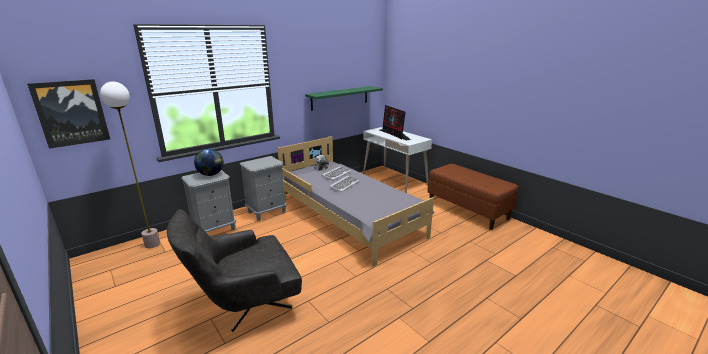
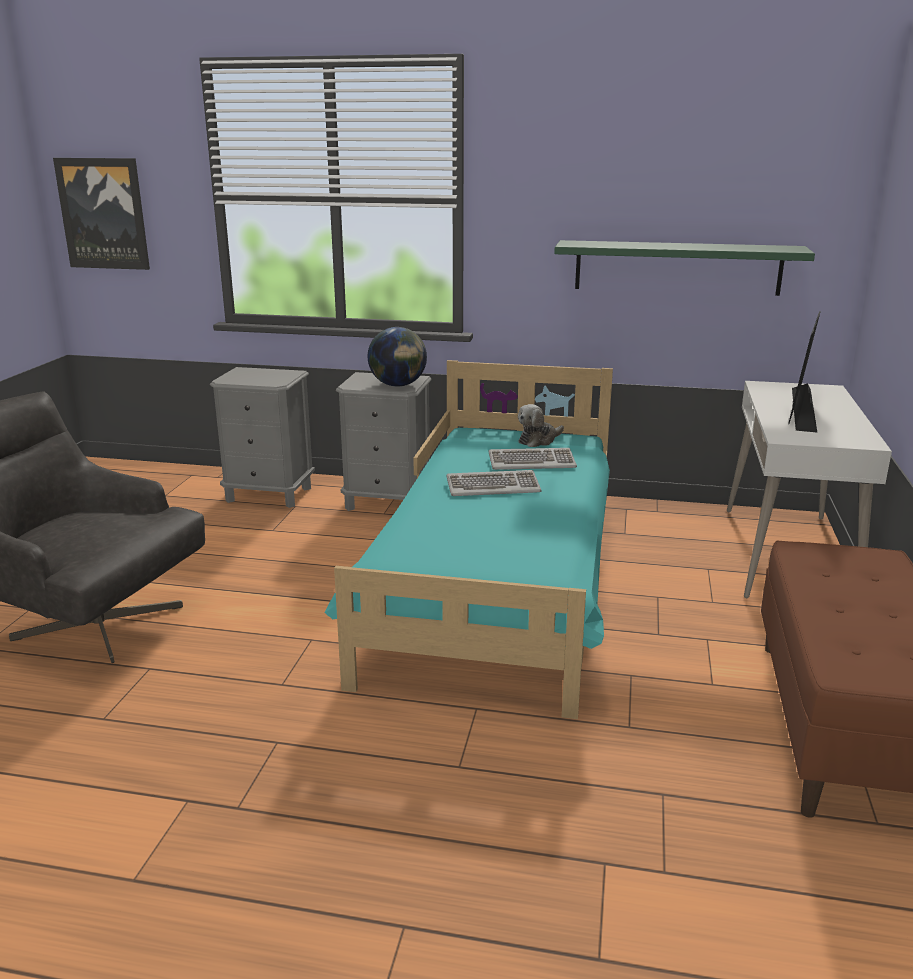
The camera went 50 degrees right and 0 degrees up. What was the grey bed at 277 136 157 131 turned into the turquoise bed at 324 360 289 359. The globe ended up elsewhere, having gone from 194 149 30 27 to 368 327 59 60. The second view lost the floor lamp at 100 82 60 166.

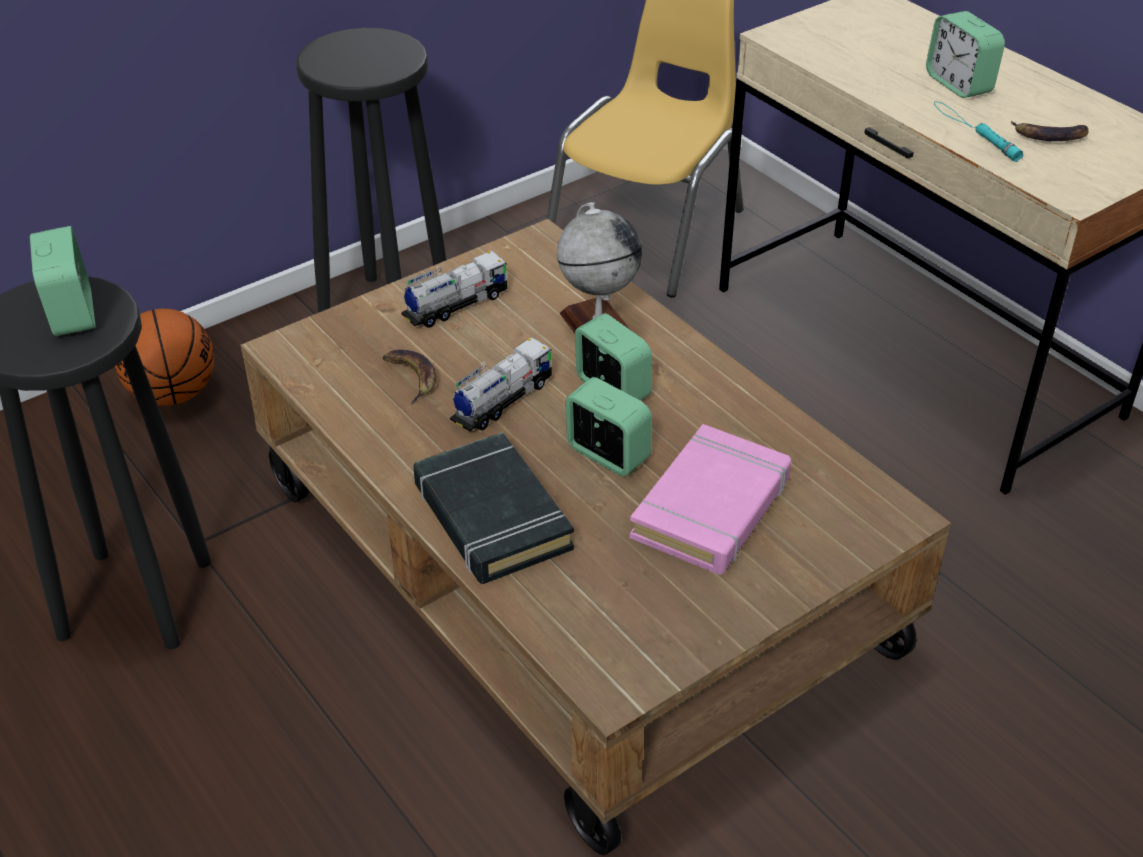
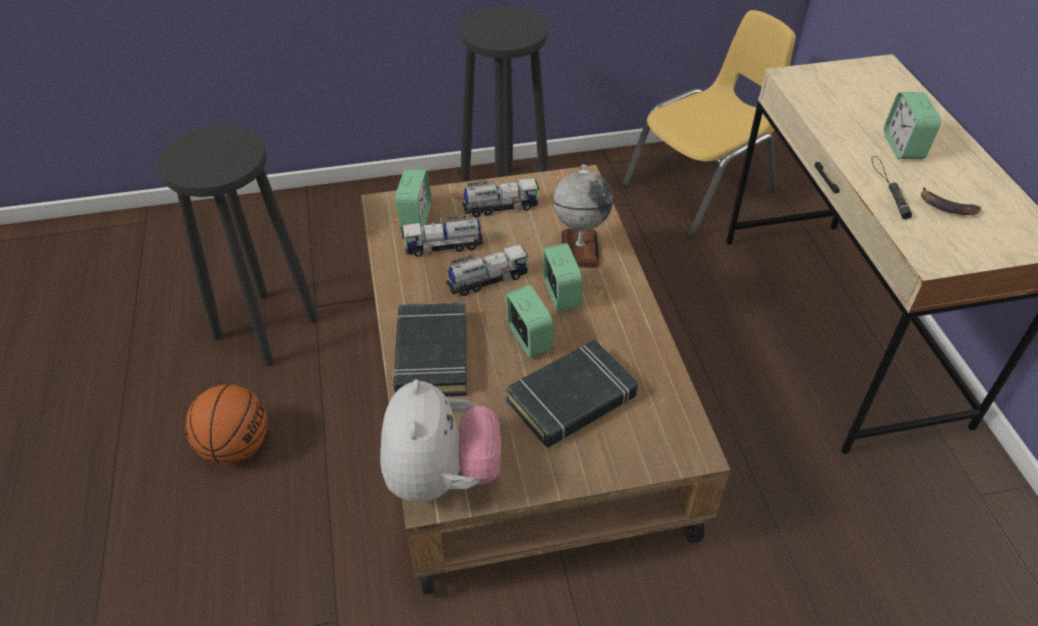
The camera went 25 degrees right and 5 degrees up. The basketball ended up elsewhere, having gone from 115 309 99 97 to 185 385 83 79. The second view gained the plush toy at 380 379 121 123. The alarm clock ended up elsewhere, having gone from 30 226 66 110 to 395 169 36 60. Where the banana stood at 382 350 54 54, the toy truck came to stand at 401 214 82 43. What was the pink book at 630 424 161 151 turned into the black book at 506 340 132 107. What was the turquoise flashlight at 934 101 89 61 turned into the black flashlight at 871 156 41 64.

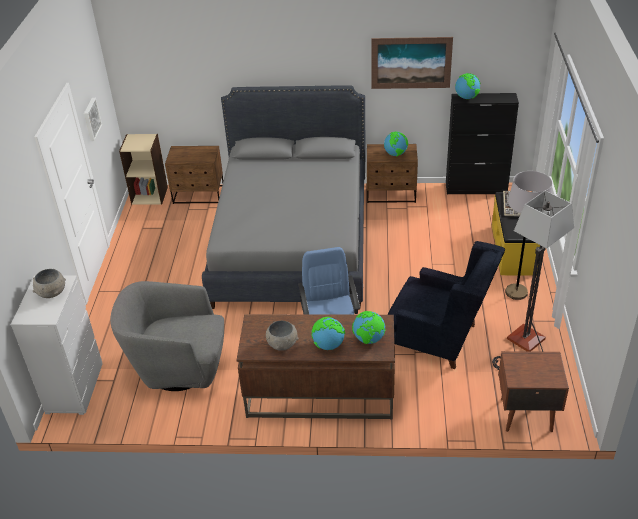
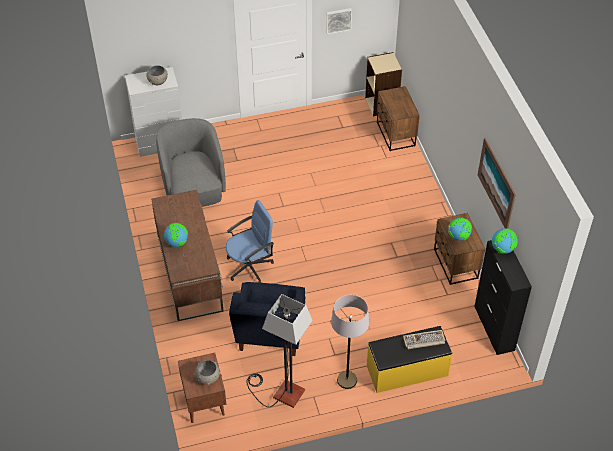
The camera went 70 degrees right and 10 degrees up. The grey bowl ended up elsewhere, having gone from 266 321 32 30 to 194 360 27 25. The second view lost the grey bed at 202 86 163 224. The second view lost the globe at 352 311 34 33.

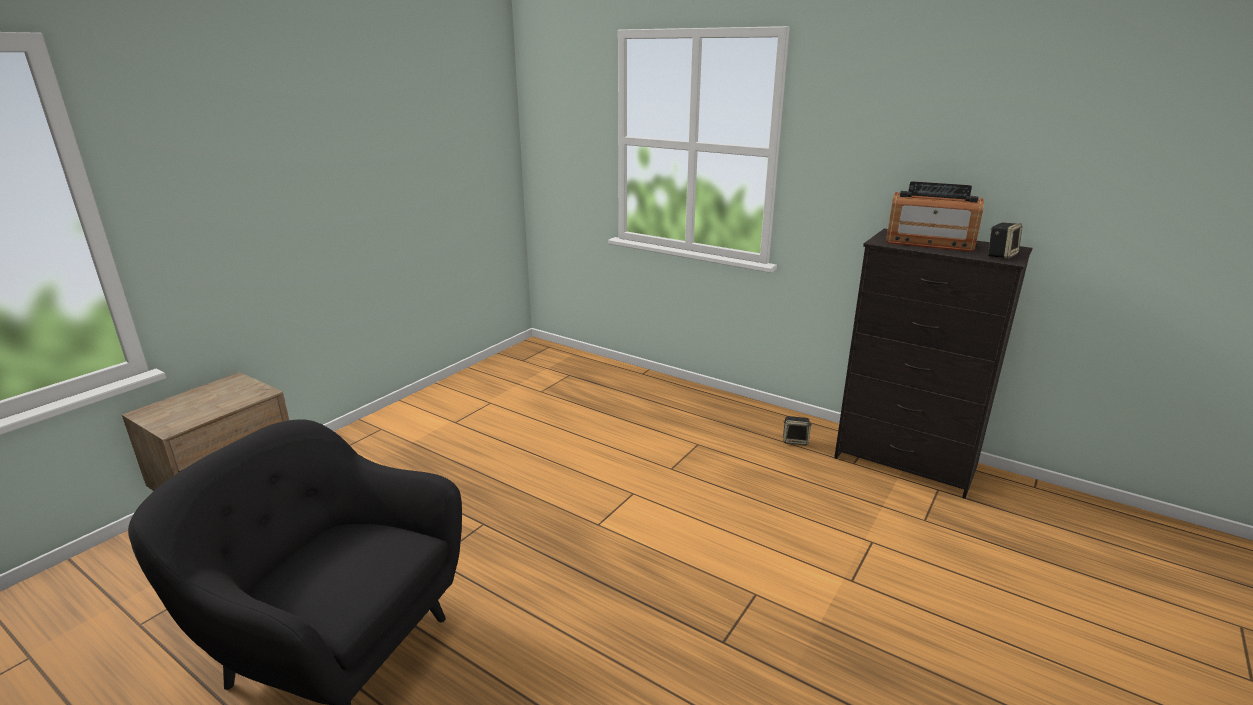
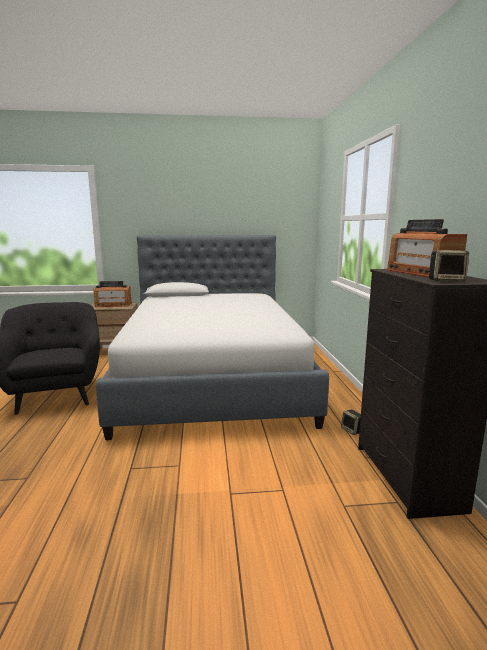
The camera went 50 degrees right and 10 degrees down. The second view gained the radio at 93 281 38 26. The second view gained the bed at 96 235 233 205.

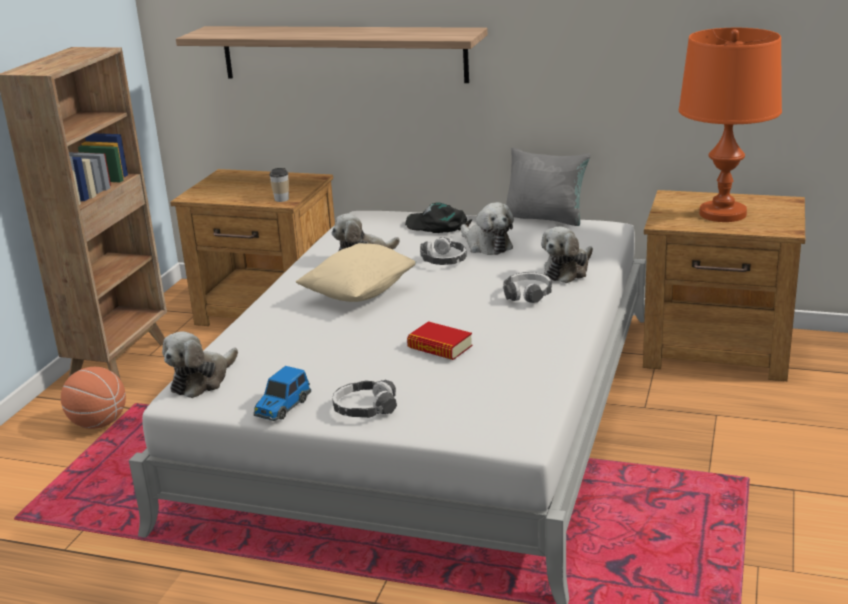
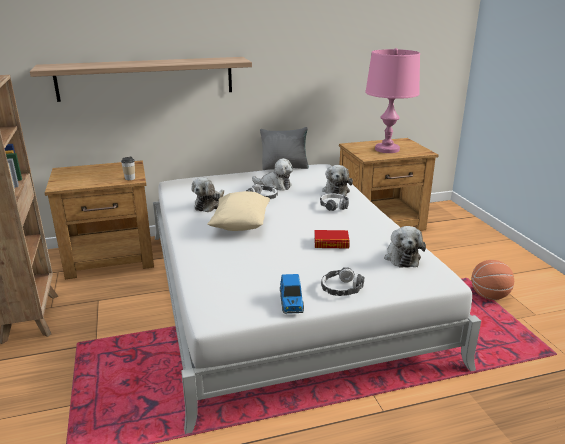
The camera went 35 degrees left and 0 degrees up. What was the orange table lamp at 679 28 103 194 turned into the pink table lamp at 365 48 55 105. The plush toy ended up elsewhere, having gone from 162 331 76 67 to 384 226 42 42. The basketball ended up elsewhere, having gone from 61 367 65 62 to 471 260 43 40. The second view lost the black cap at 405 202 67 31.

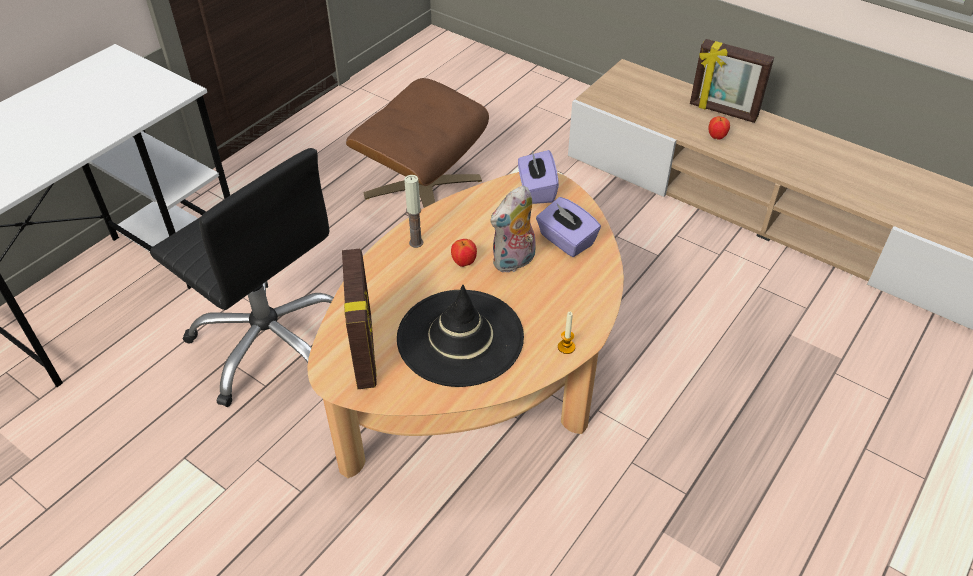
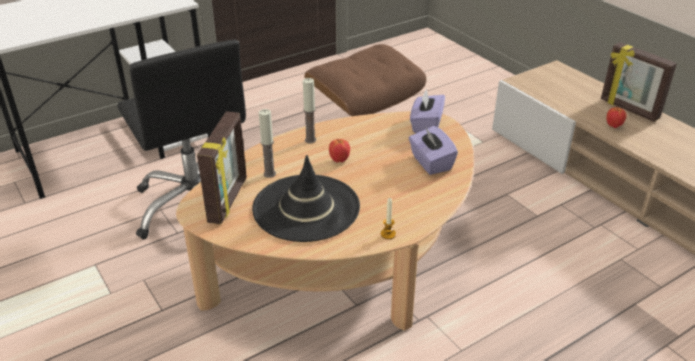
The camera went 20 degrees right and 10 degrees down. The second view gained the candle at 259 109 17 69. The second view lost the plush toy at 490 185 46 87.

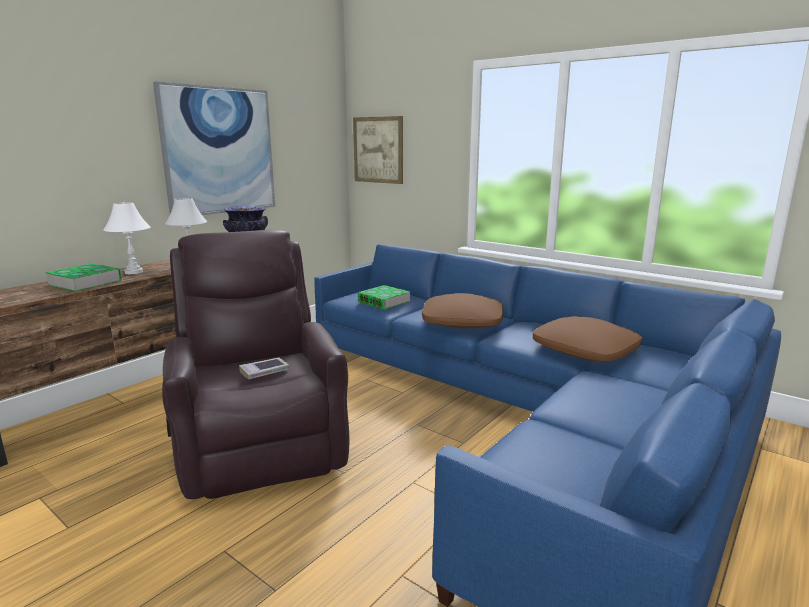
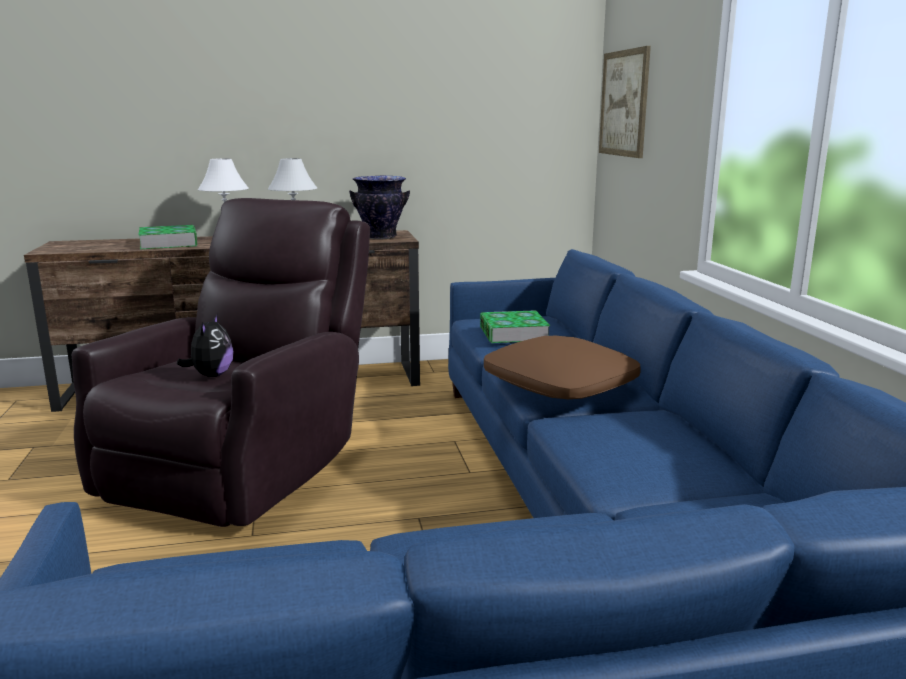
The camera went 40 degrees right and 0 degrees up. Where the book stood at 239 358 51 21, the plush toy came to stand at 177 313 57 64. The second view lost the picture at 153 81 122 134. The second view lost the brown pillow at 533 316 109 46.

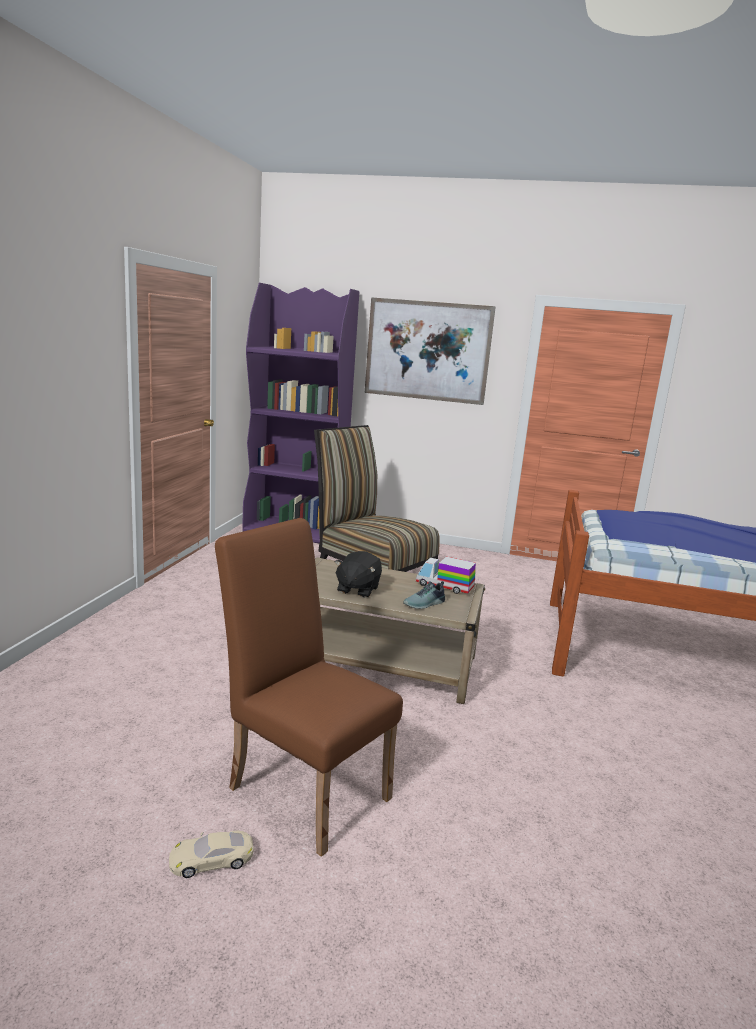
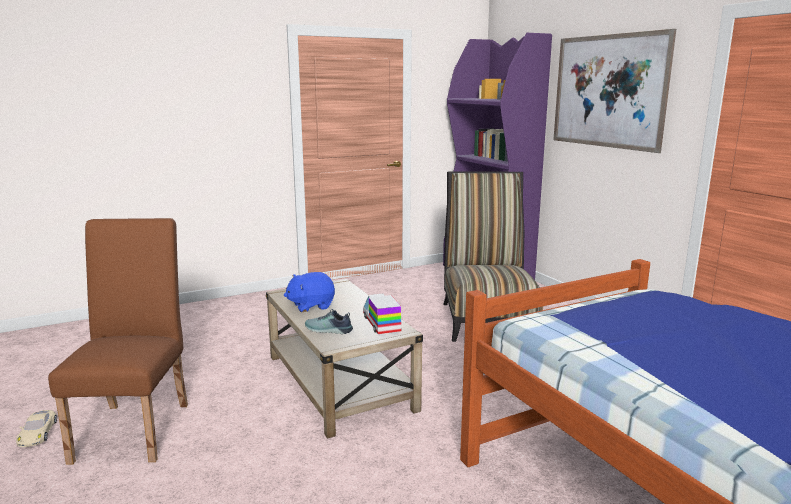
The camera went 50 degrees right and 0 degrees up. The beige toy car at 169 831 85 47 ended up facing another way, 135 degrees counterclockwise from before. What was the black plush toy at 335 551 47 47 turned into the blue plush toy at 284 272 51 40.

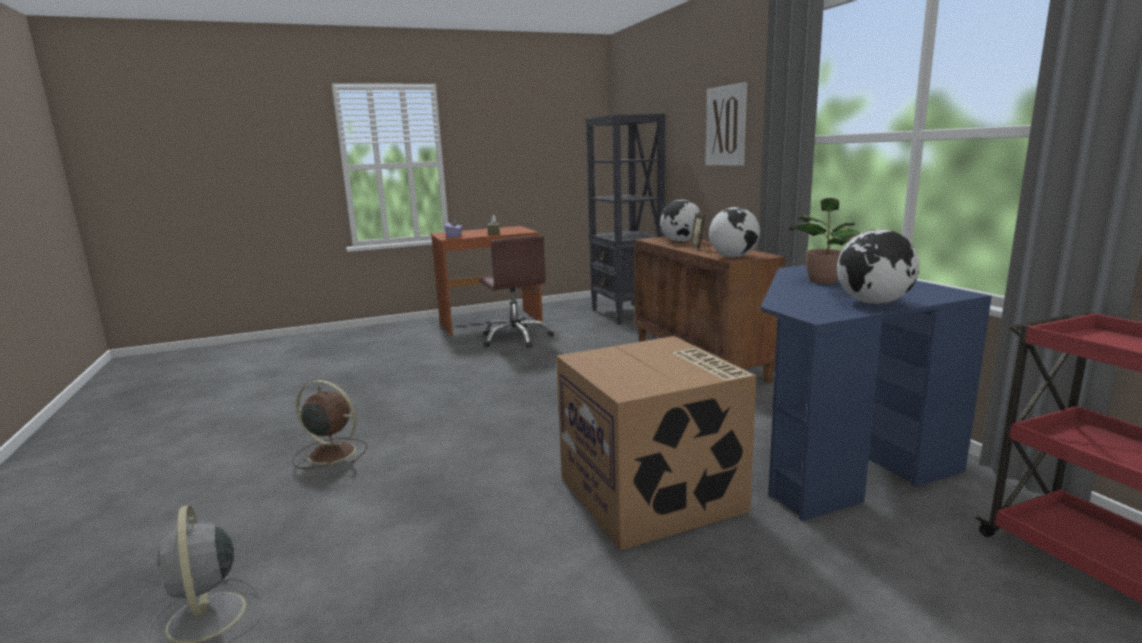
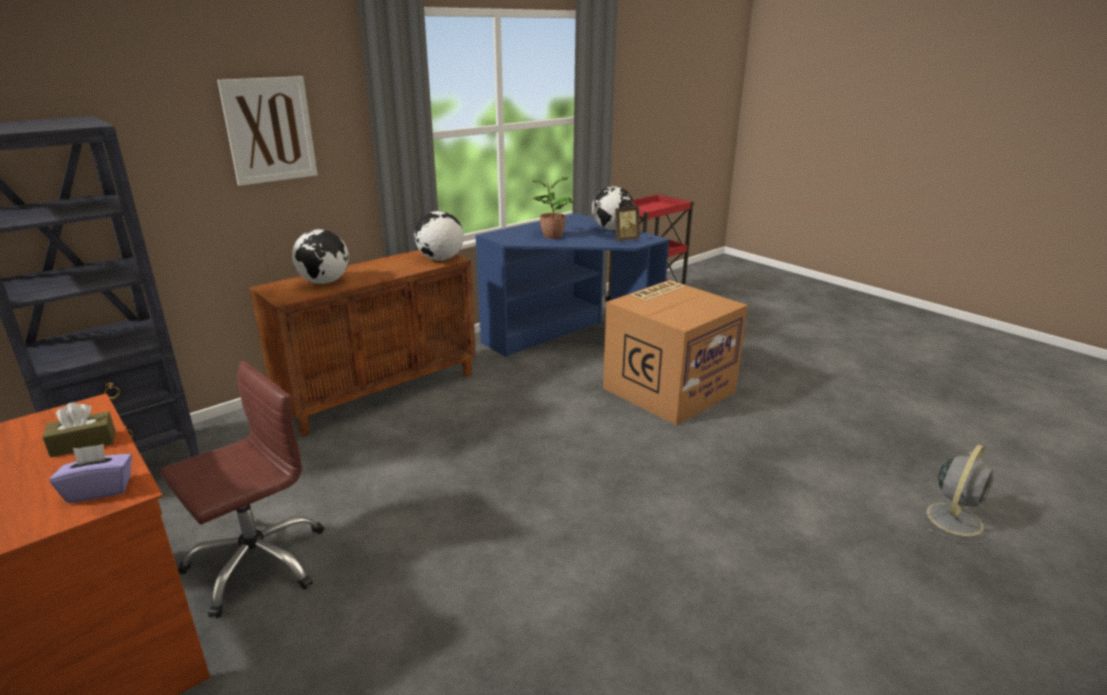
The camera went 110 degrees left and 10 degrees up. The picture frame ended up elsewhere, having gone from 690 211 20 38 to 613 203 27 39. The second view lost the brown fan at 292 380 76 89.

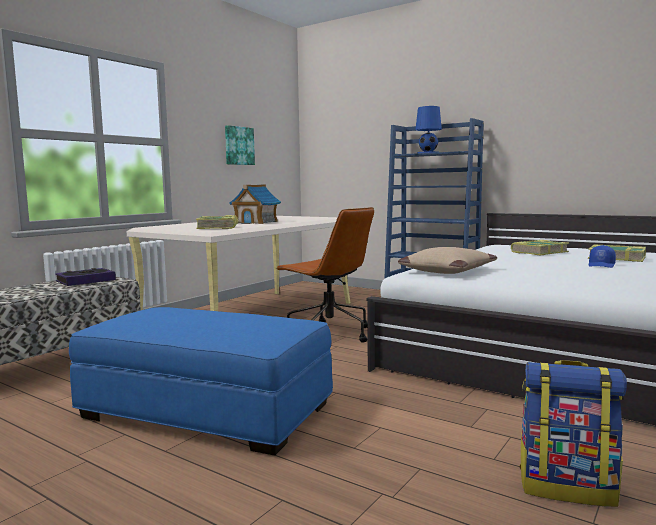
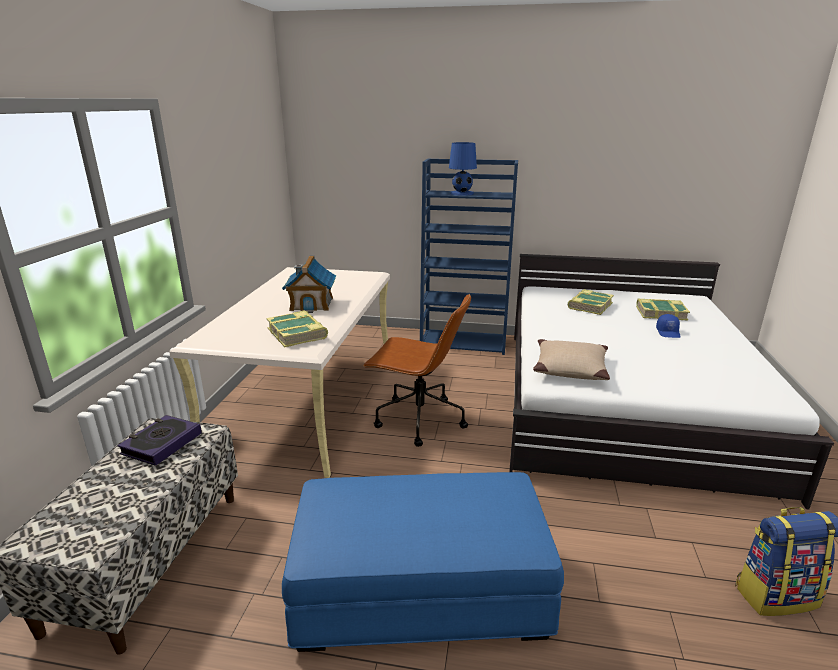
The camera went 25 degrees left and 15 degrees up. The second view lost the picture at 225 125 30 40.

